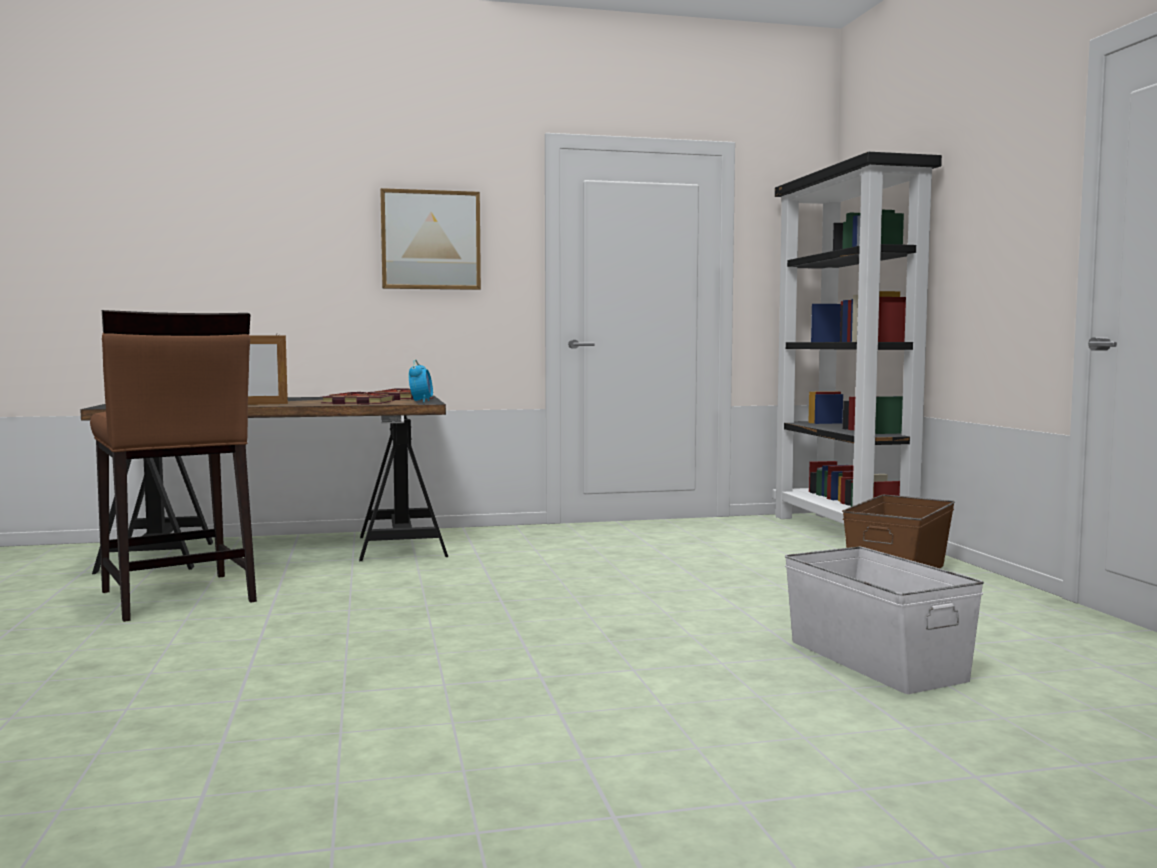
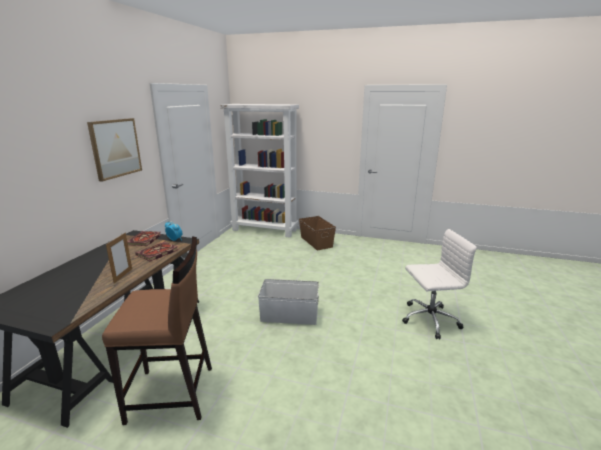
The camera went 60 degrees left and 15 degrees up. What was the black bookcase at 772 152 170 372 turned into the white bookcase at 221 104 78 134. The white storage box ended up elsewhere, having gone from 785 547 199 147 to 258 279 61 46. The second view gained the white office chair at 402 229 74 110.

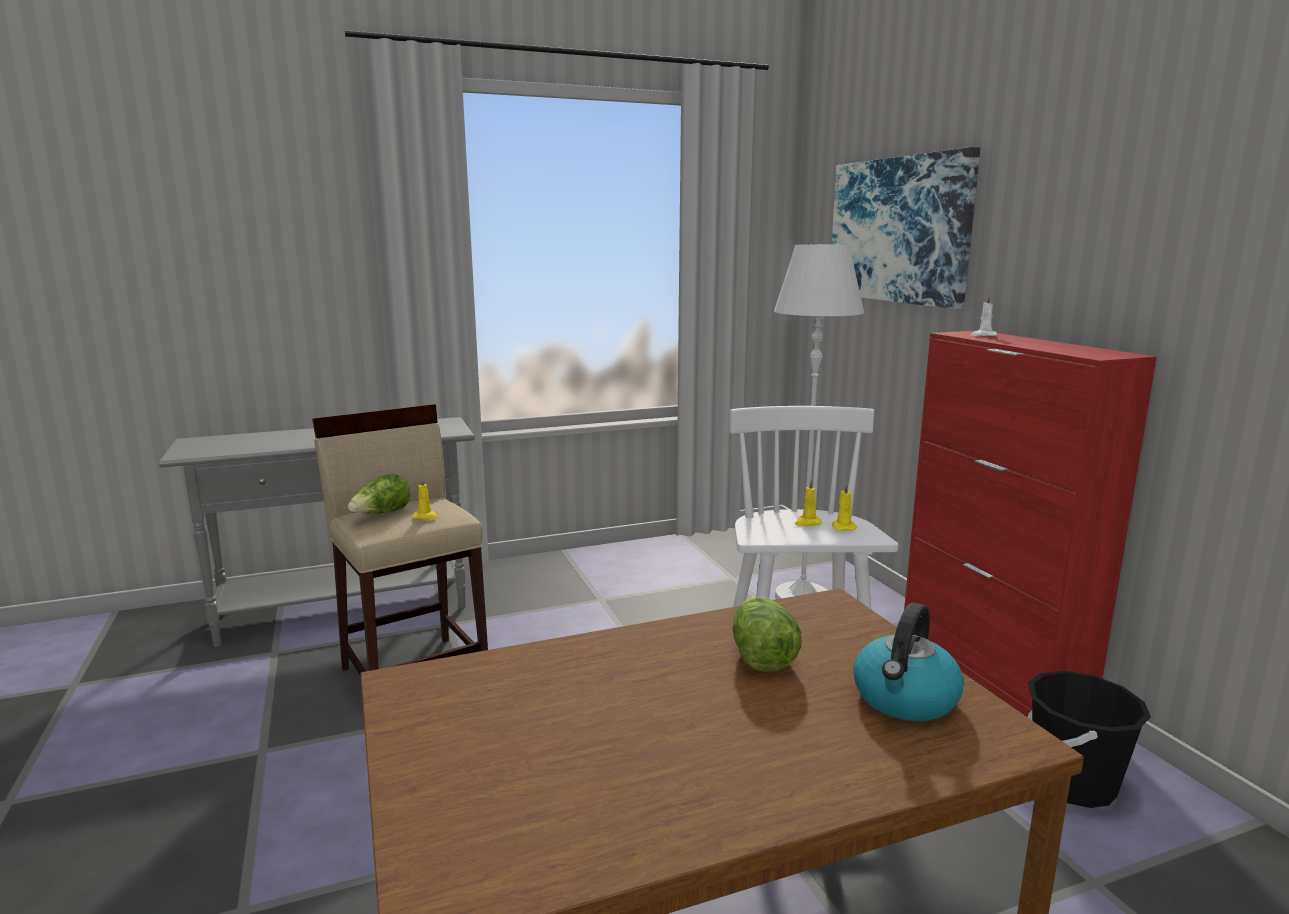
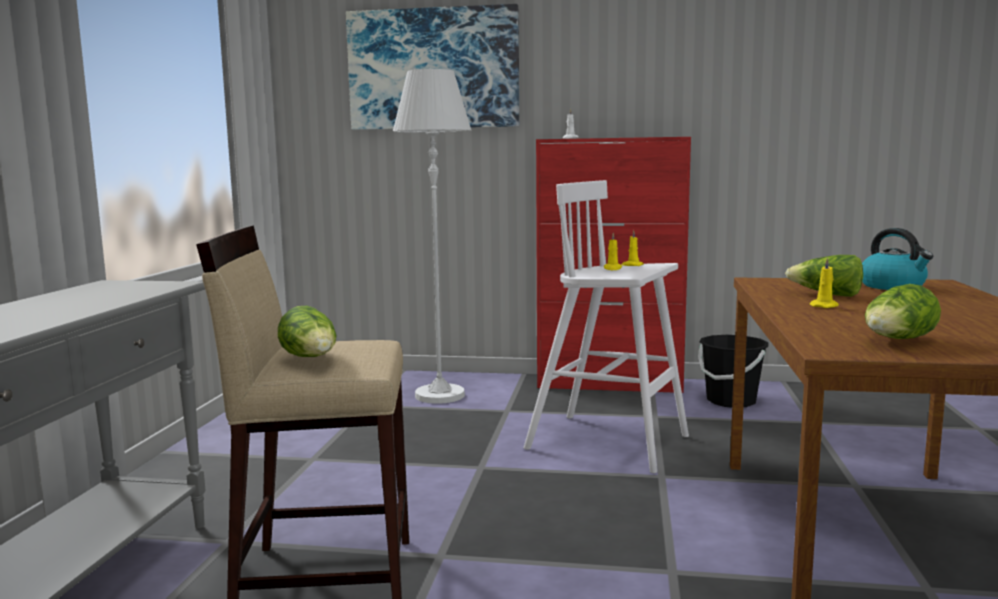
The camera went 60 degrees left and 5 degrees down. The yellow candle ended up elsewhere, having gone from 413 477 25 43 to 810 257 29 51. The second view gained the lettuce at 865 284 76 55.

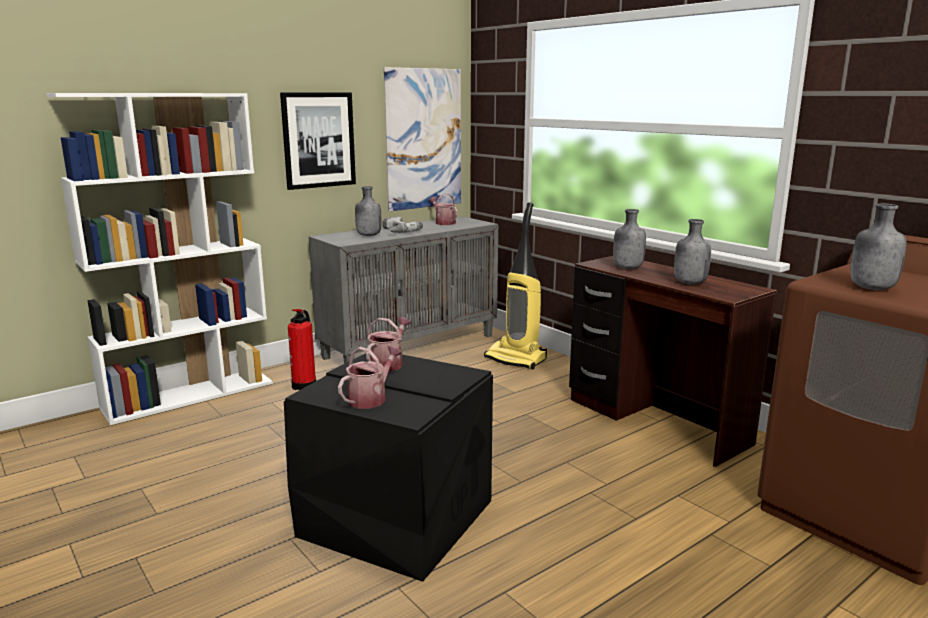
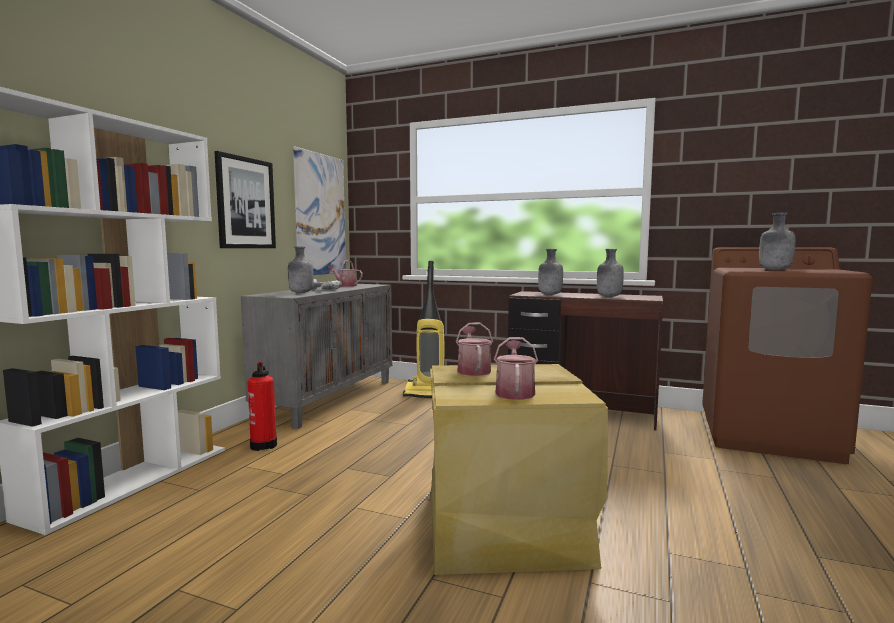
The camera went 30 degrees left and 10 degrees down. What was the black storage box at 284 353 209 229 turned into the beige storage box at 430 364 178 211.

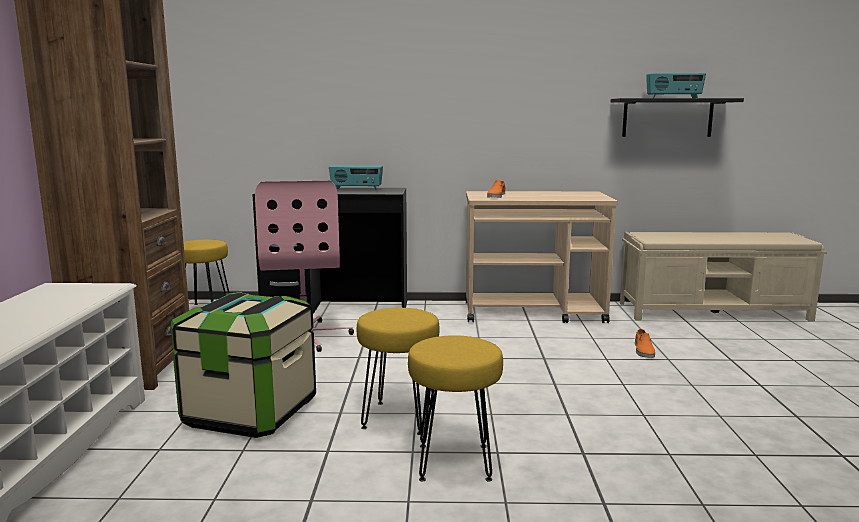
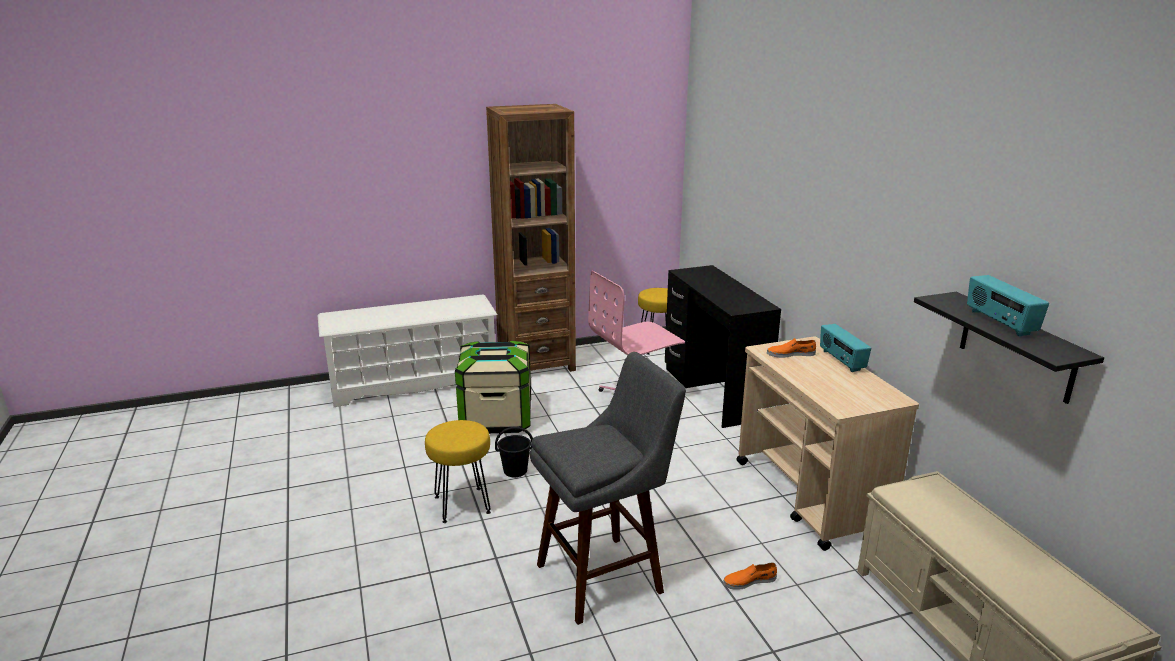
The camera went 70 degrees right and 10 degrees up. Where the yellow stool stood at 357 308 82 127, the black bucket came to stand at 495 427 38 50. The second view gained the grey stool at 530 352 156 273. The radio ended up elsewhere, having gone from 329 165 54 25 to 820 324 51 48.

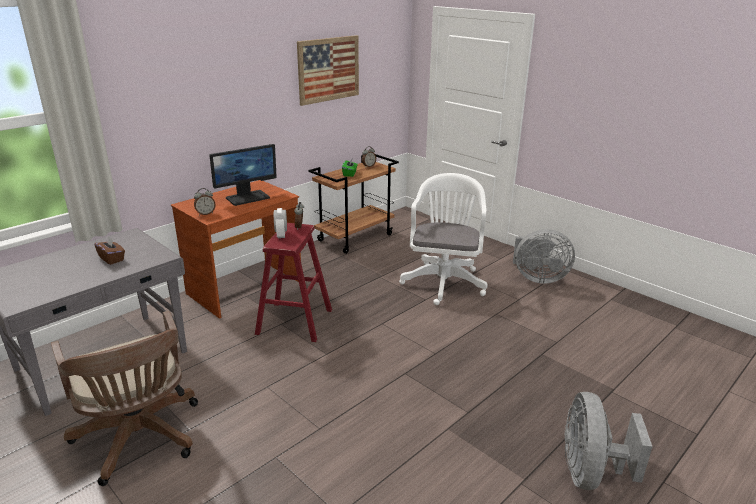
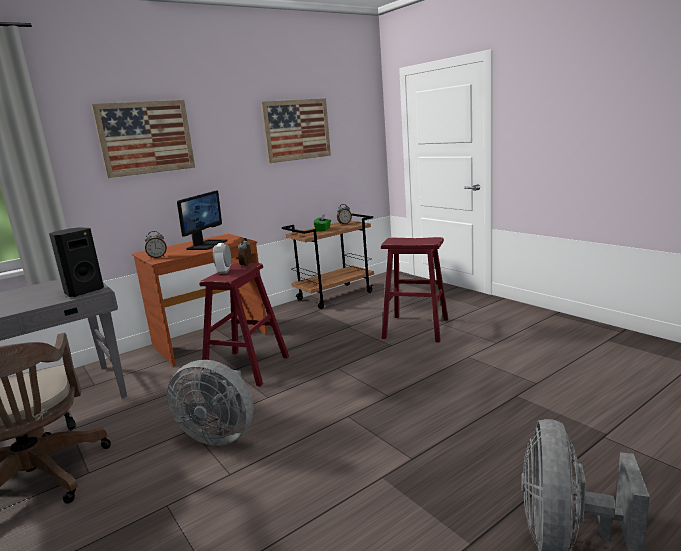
The camera went 10 degrees right and 10 degrees down. The second view gained the black speaker at 49 227 55 70. The second view gained the picture at 91 100 104 78. The grey fan ended up elsewhere, having gone from 513 229 62 55 to 167 360 86 86. The monitor at 209 144 68 62 ended up facing another way, 45 degrees counterclockwise from before. Where the white office chair stood at 399 173 89 132, the red stool came to stand at 381 237 68 106. The second view lost the brown tissue box at 94 236 31 29.

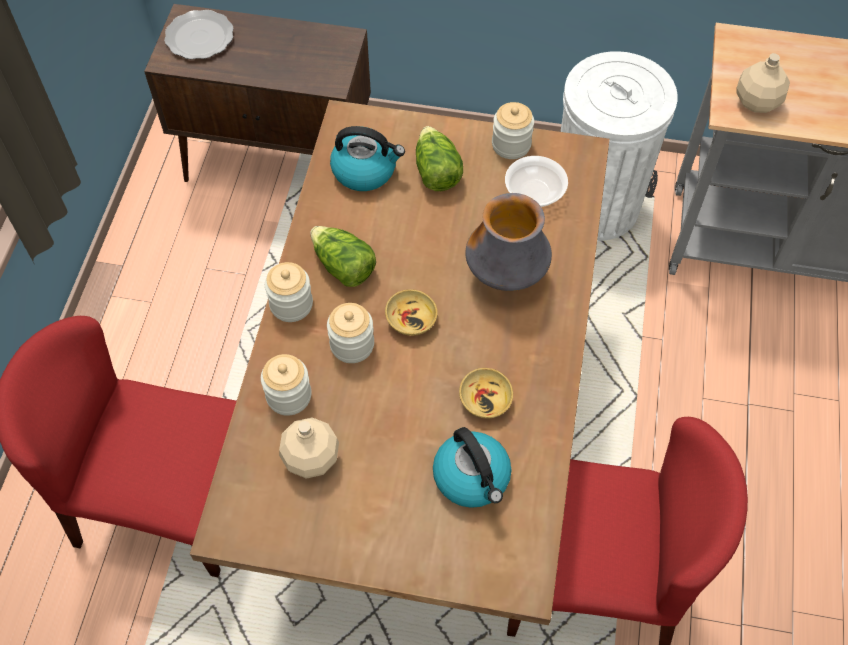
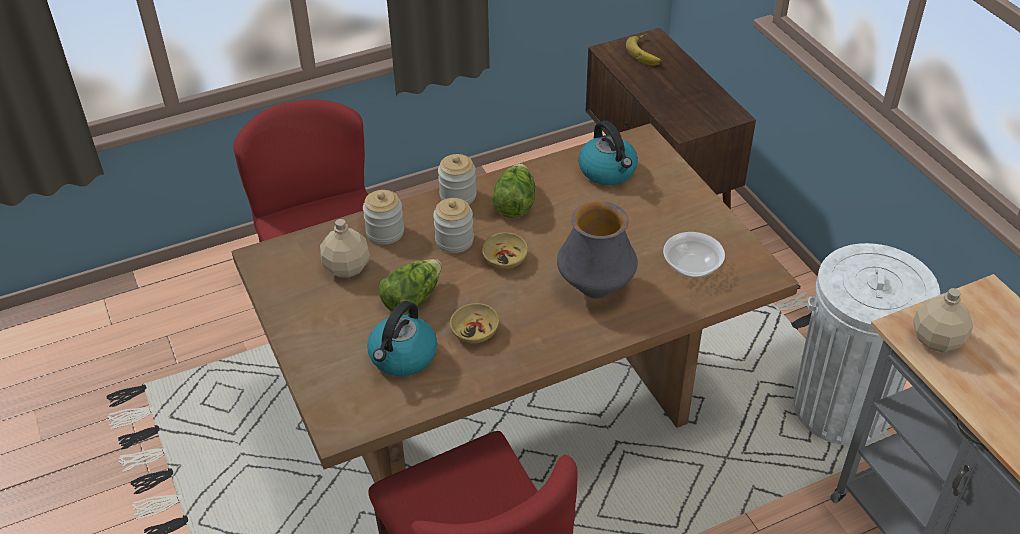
The camera went 55 degrees right and 15 degrees down. The lettuce ended up elsewhere, having gone from 416 126 47 65 to 378 259 64 56. Where the plate stood at 164 10 70 49, the banana came to stand at 626 34 36 32. The second view lost the jar at 492 102 42 57.

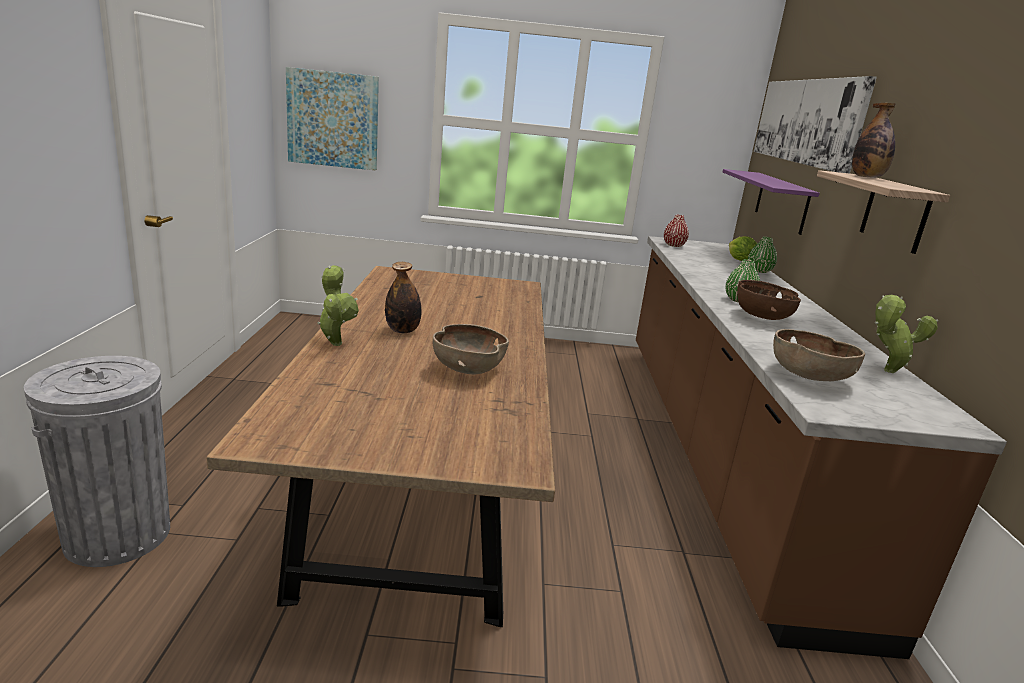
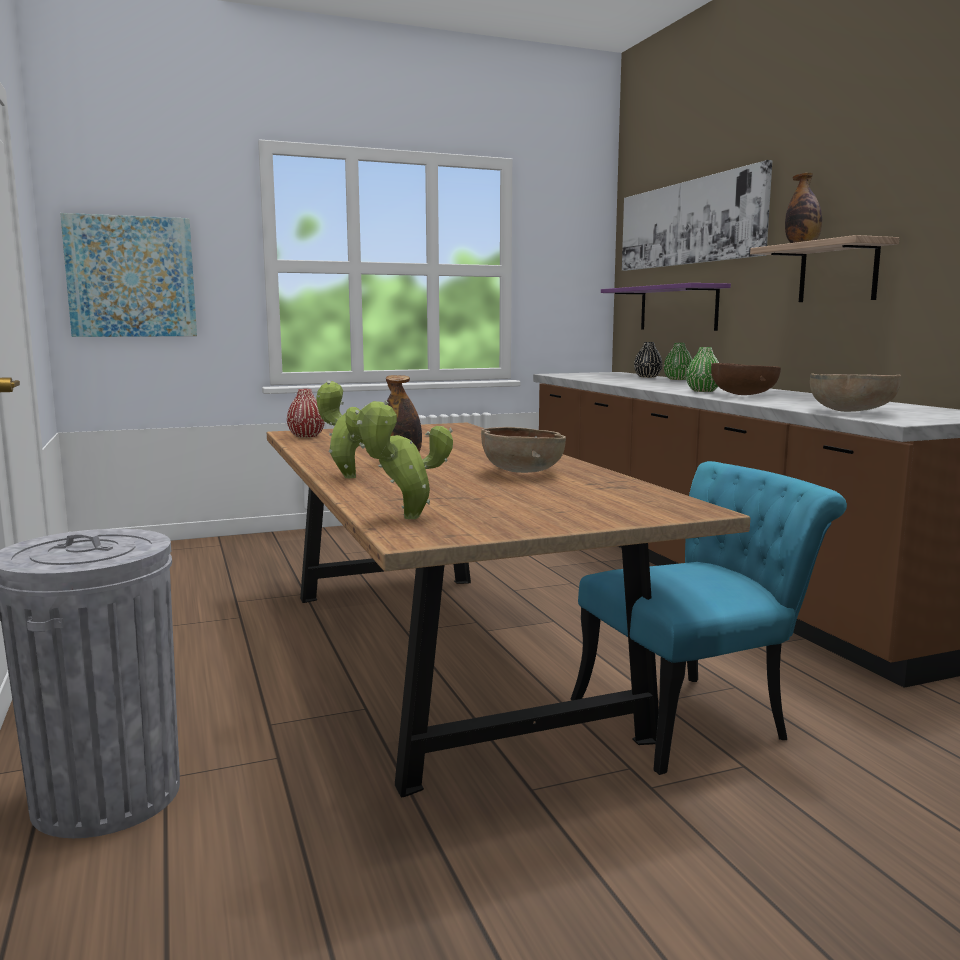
The camera went 20 degrees left and 10 degrees down. The red vase ended up elsewhere, having gone from 664 215 25 32 to 287 389 38 49. The potted plant ended up elsewhere, having gone from 875 295 63 78 to 357 400 96 119. The second view gained the turquoise chair at 571 461 276 314. Where the lettuce stood at 729 236 28 25, the black vase came to stand at 634 342 29 36.

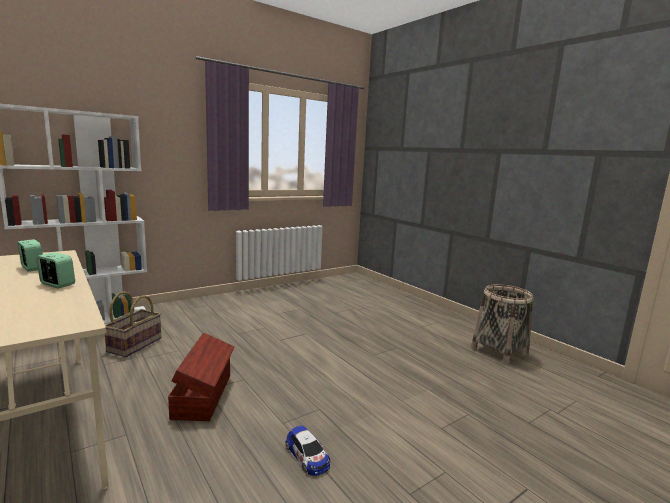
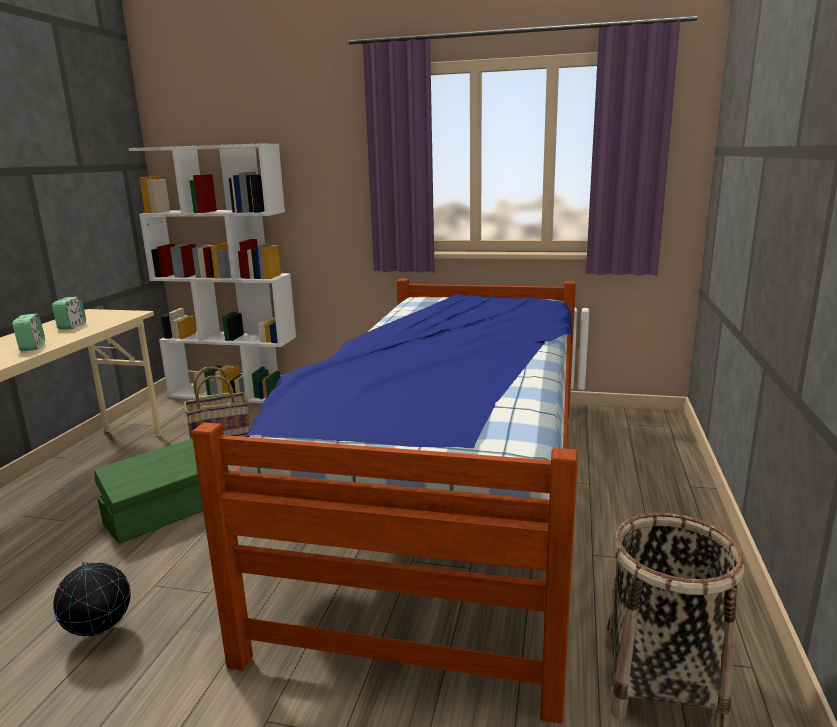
The camera went 50 degrees right and 5 degrees up. Where the toy car stood at 285 425 45 51, the globe came to stand at 53 561 78 75. What was the brown storage box at 168 333 66 88 turned into the green storage box at 94 439 109 105. The second view gained the bed at 192 279 386 445.

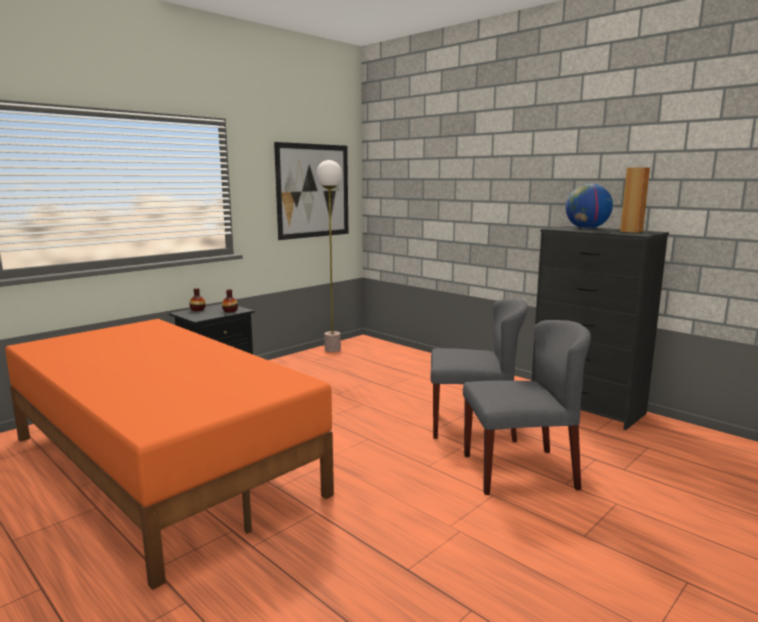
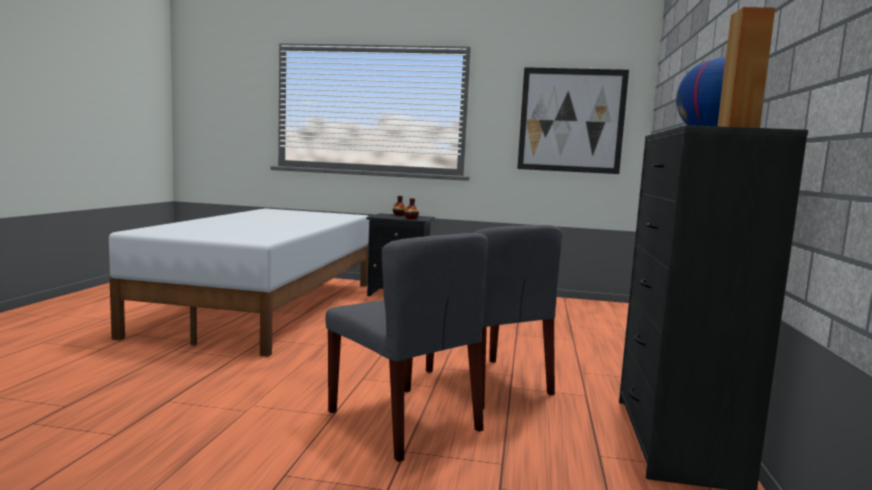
The camera went 55 degrees right and 5 degrees down. What was the orange bed at 5 319 329 271 turned into the white bed at 109 208 260 149. The second view lost the floor lamp at 316 160 26 192.

